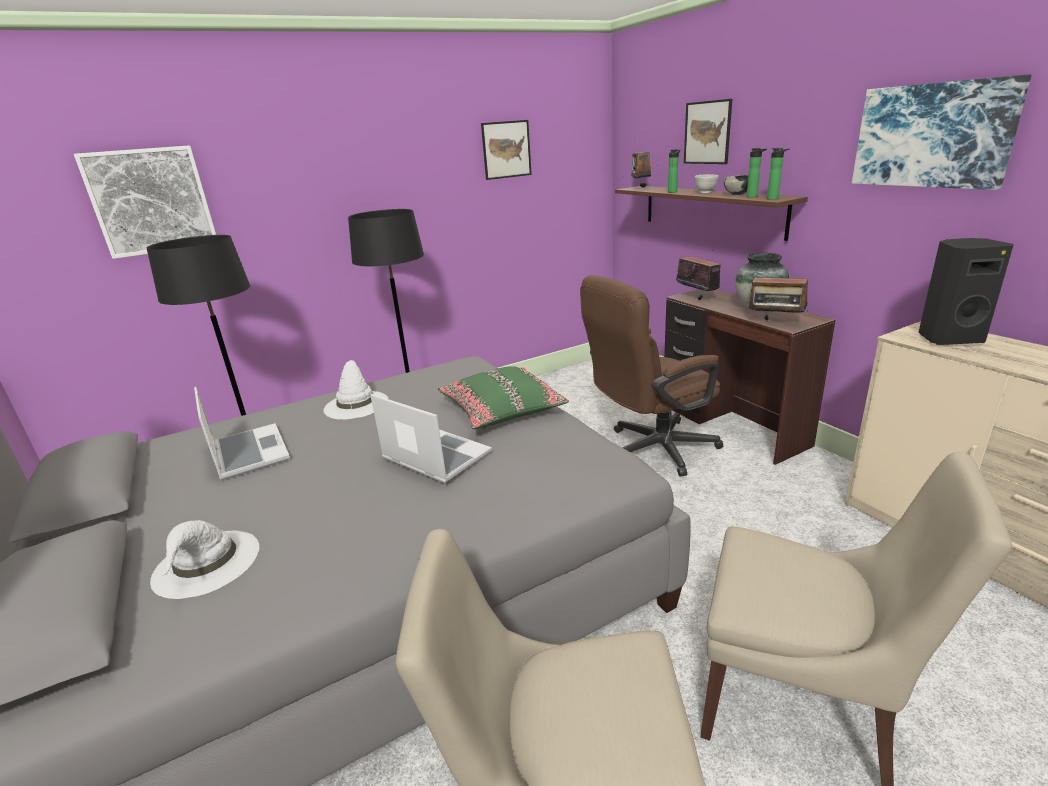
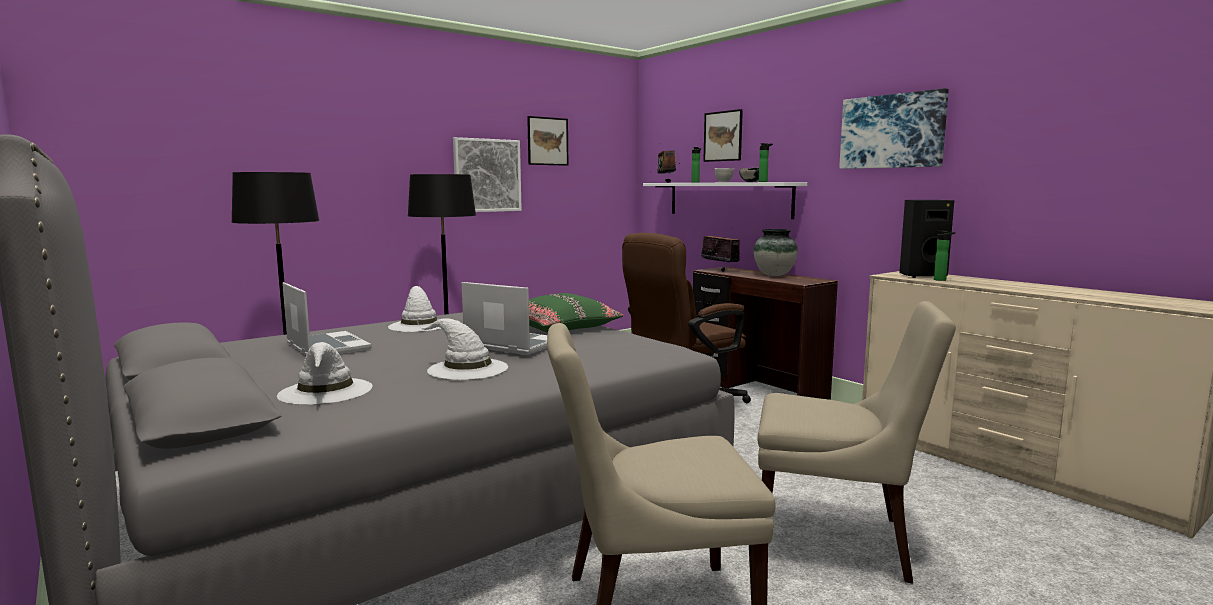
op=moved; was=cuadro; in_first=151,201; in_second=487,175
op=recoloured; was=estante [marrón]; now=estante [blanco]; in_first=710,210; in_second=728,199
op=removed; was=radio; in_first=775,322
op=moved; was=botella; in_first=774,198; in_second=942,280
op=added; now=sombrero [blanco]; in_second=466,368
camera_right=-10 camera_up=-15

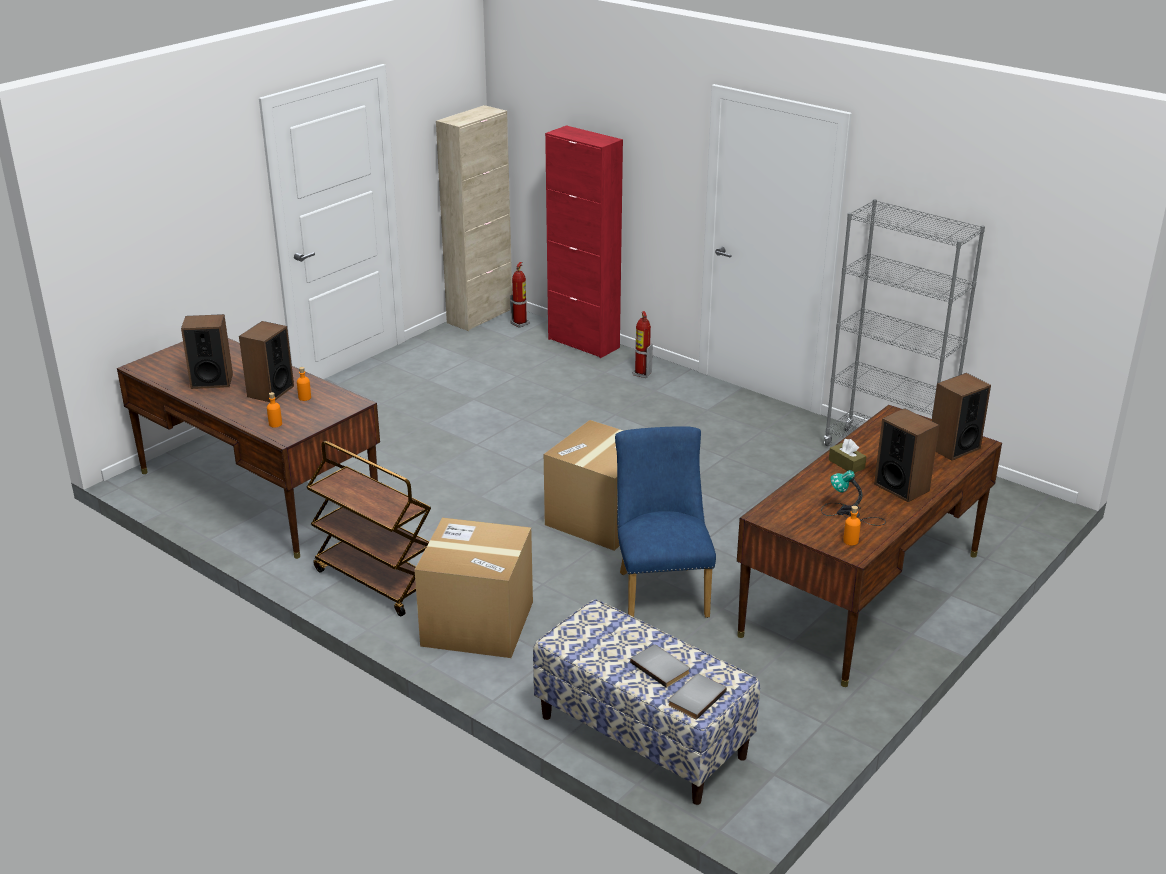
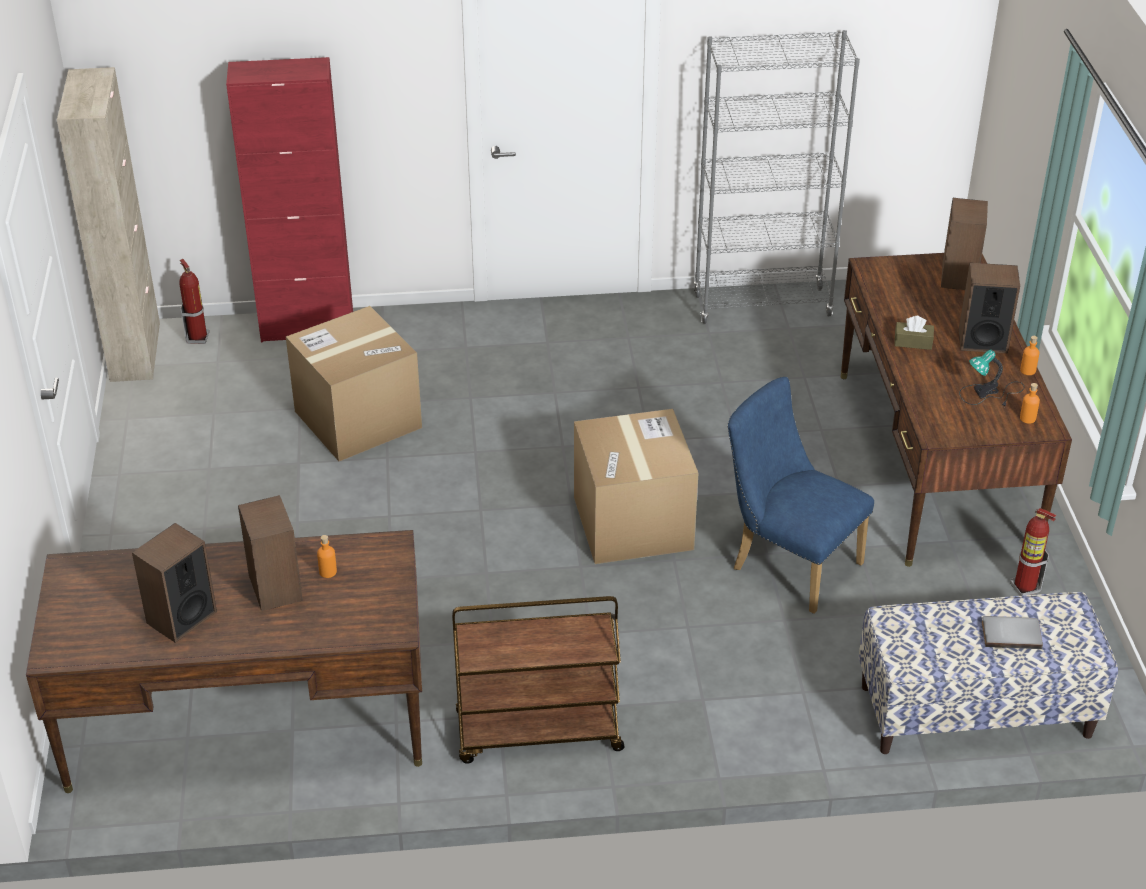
op=moved; was=botella [naranja]; in_first=275,424; in_second=1027,370
op=moved; was=caja de cartón; in_first=477,623; in_second=358,419
op=moved; was=extintor; in_first=642,374; in_second=1025,588
op=removed; was=libro [gris]; in_first=695,697
camera_right=-45 camera_up=10

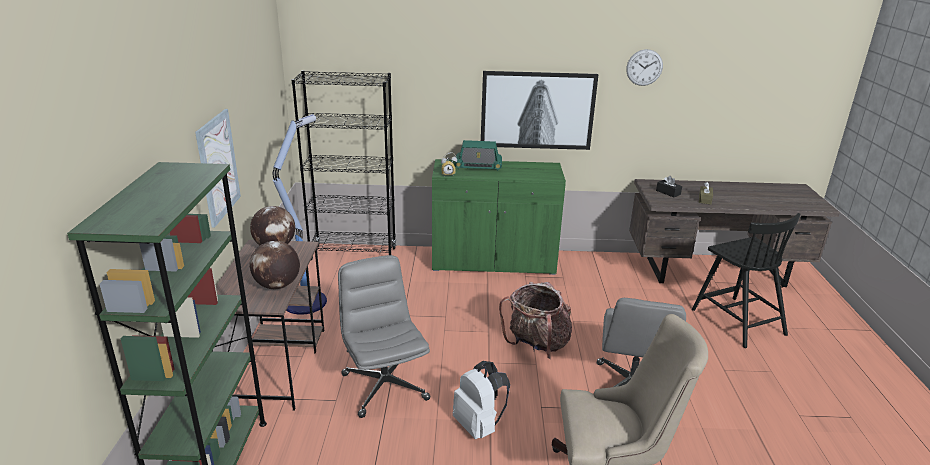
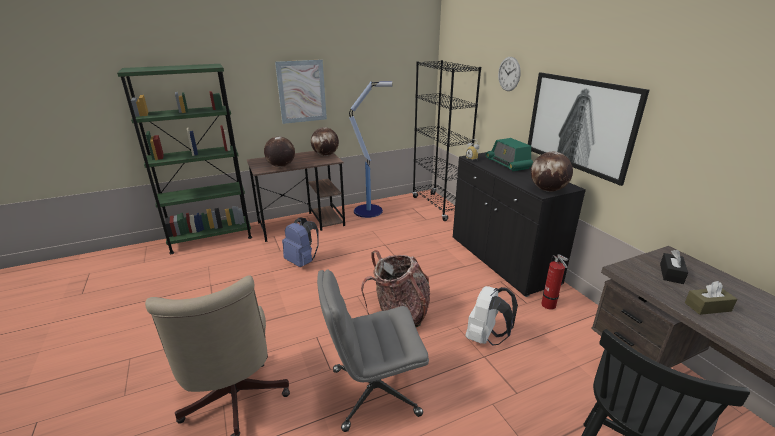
op=replaced; was=silla de oficina [gris]; now=mochila [azul]; in_first=384,386; in_second=302,262
op=recoloured; was=armario [verde]; now=armario [negro]; in_first=493,262; in_second=502,260
op=moved; was=mochila [blanco]; in_first=479,426; in_second=486,337
op=moved; was=reloj de pared; in_first=644,67; in_second=509,74
op=added; now=globo terráqueo; in_second=548,190
op=added; now=extintor; in_second=549,306
camera_right=65 camera_up=0

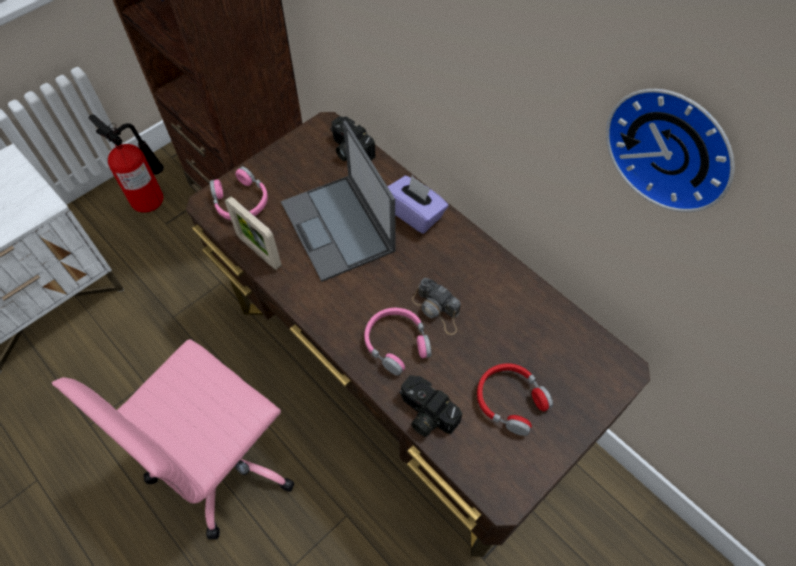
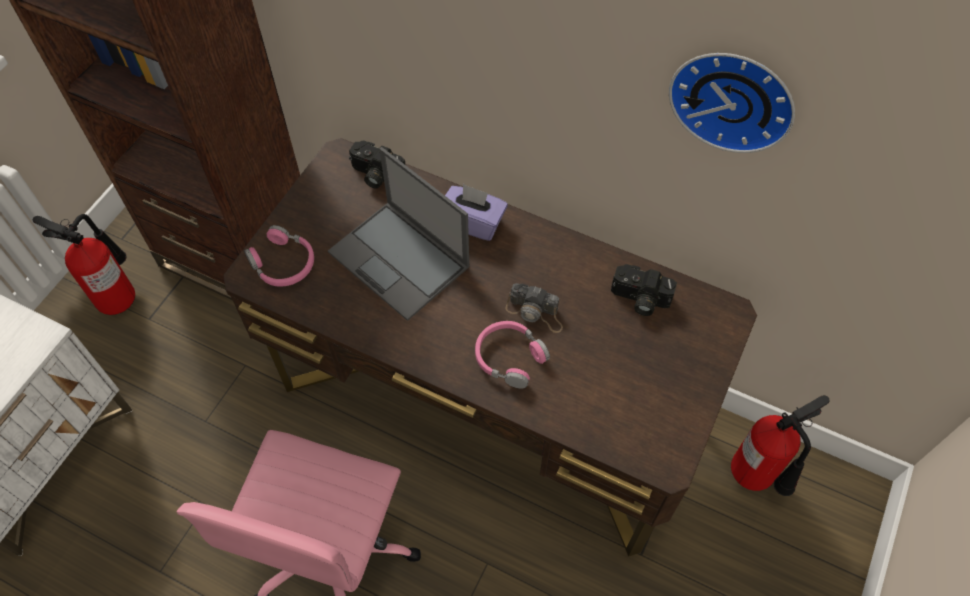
op=removed; was=portarretratos; in_first=259,251
op=moved; was=cámara; in_first=425,415; in_second=639,299
op=removed; was=auriculares [rojo]; in_first=510,400
op=added; now=extintor; in_second=757,477
camera_right=-20 camera_up=0

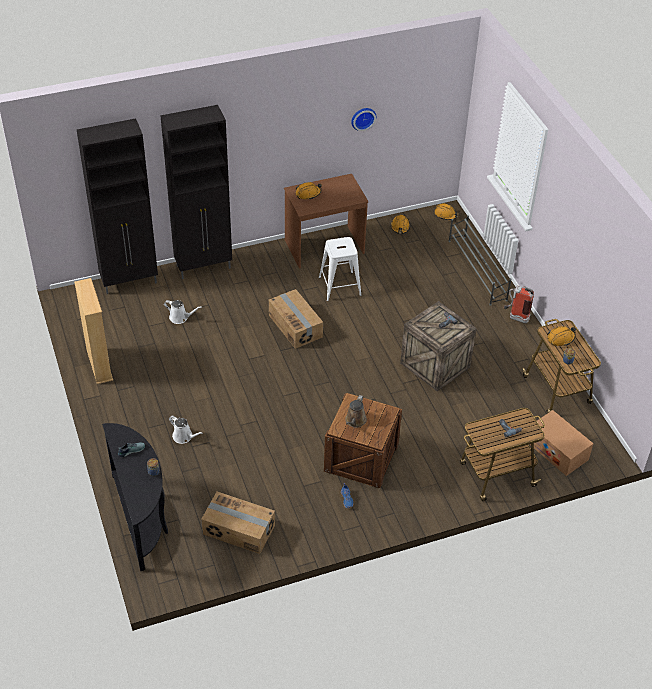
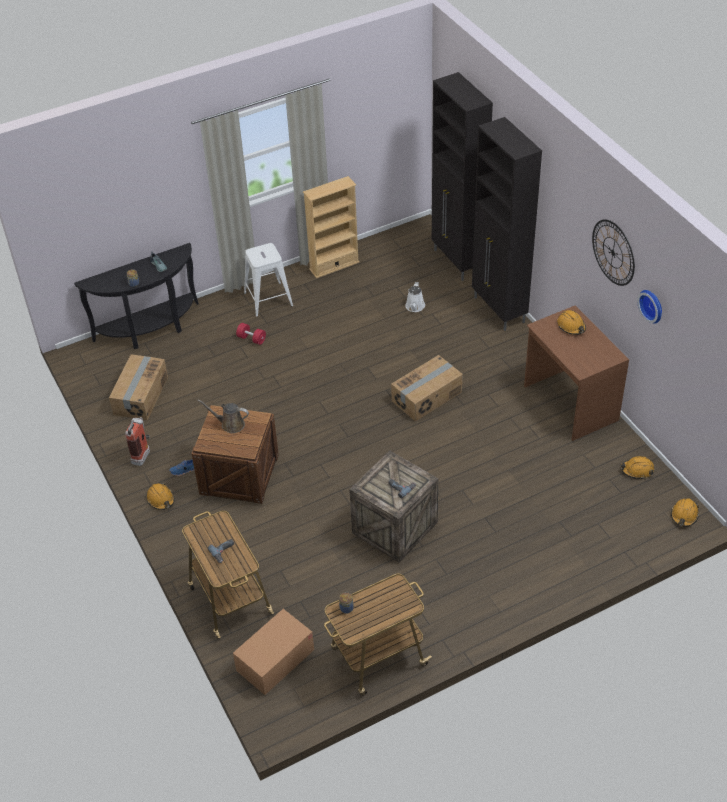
op=replaced; was=regadera [blanco]; now=mancuerna [rojo]; in_first=184,436; in_second=251,339
op=moved; was=taburete [blanco]; in_first=340,286; in_second=268,299
op=removed; was=zapatero [gris]; in_first=477,270
op=moved; was=extintor; in_first=515,317; in_second=143,454
op=moved; was=casco [naranja]; in_first=560,338; in_second=161,499
op=added; now=reloj de pared; in_second=613,252
camera_right=85 camera_up=0

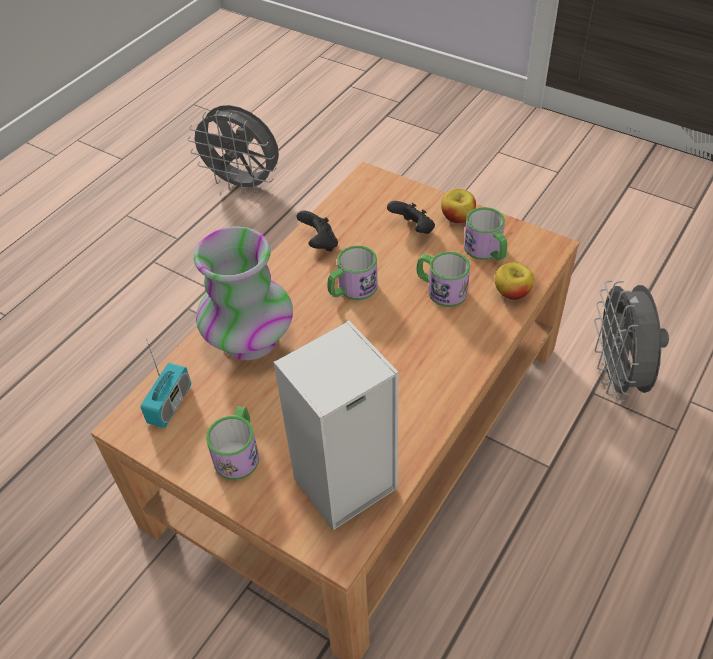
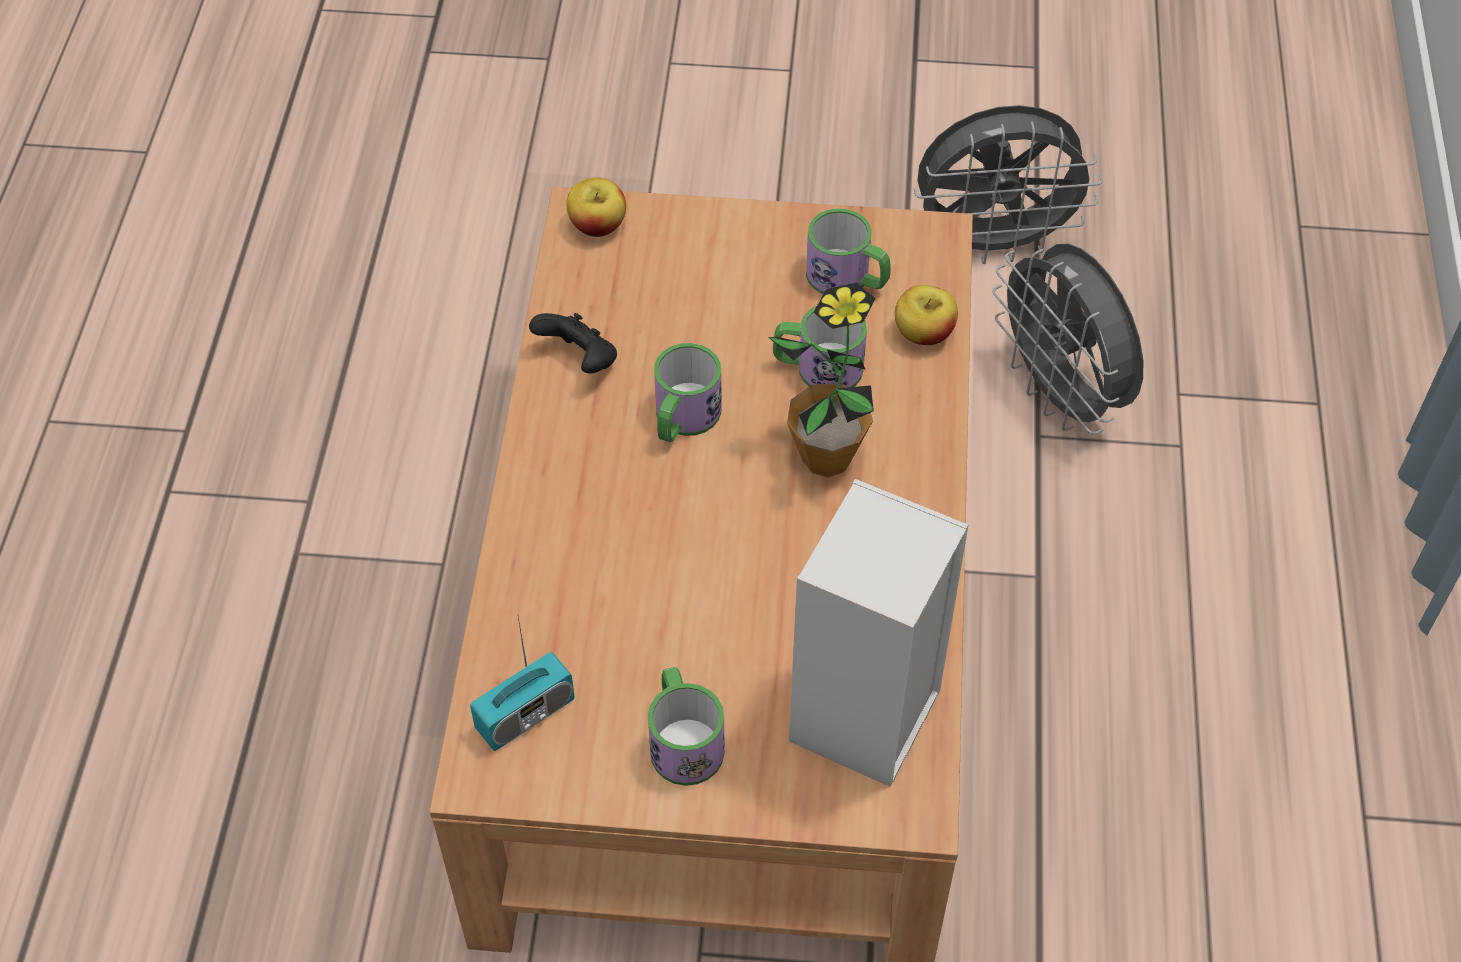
op=turned; was=radio; in_first=170,404; in_second=525,715; clockwise=60
op=moved; was=ventilador [gris]; in_first=243,184; in_second=993,243
op=removed; was=florero; in_first=249,339
op=removed; was=mando de consola [negro]; in_first=413,229
op=moved; was=manzana; in_first=457,217; in_second=598,225
op=added; now=planta en maceta; in_second=827,456
camera_right=-30 camera_up=5

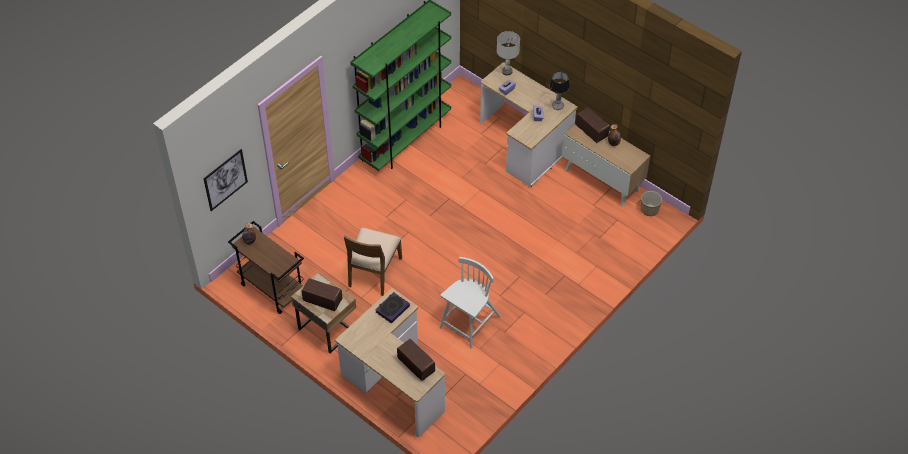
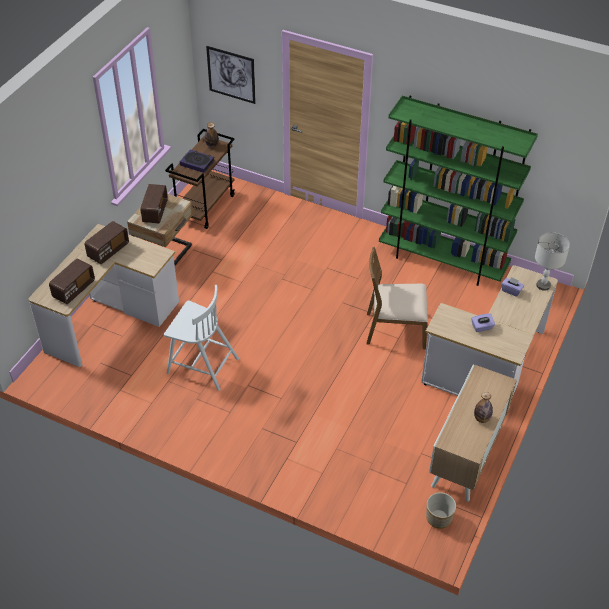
op=moved; was=silla [marrón]; in_first=374,272; in_second=395,329
op=moved; was=libro; in_first=392,309; in_second=197,163
op=removed; was=lámpara de mesa; in_first=557,106
op=moved; was=radio; in_first=591,131; in_second=108,251
camera_right=75 camera_up=-5

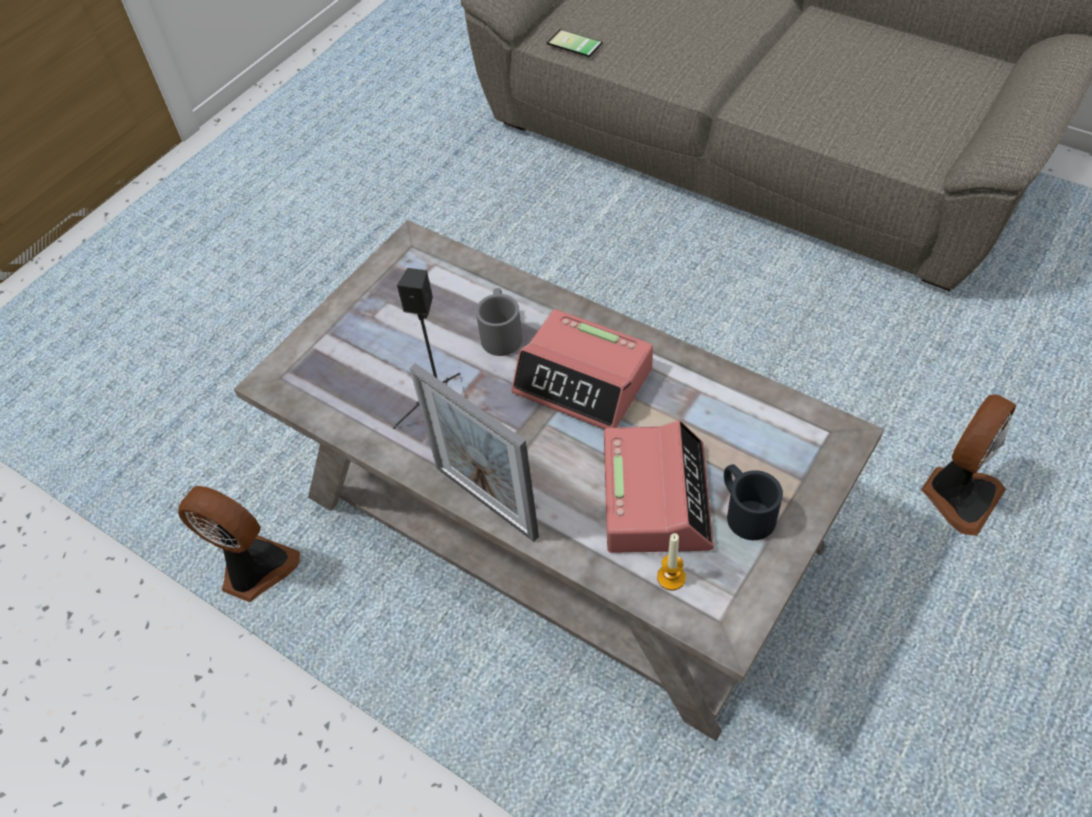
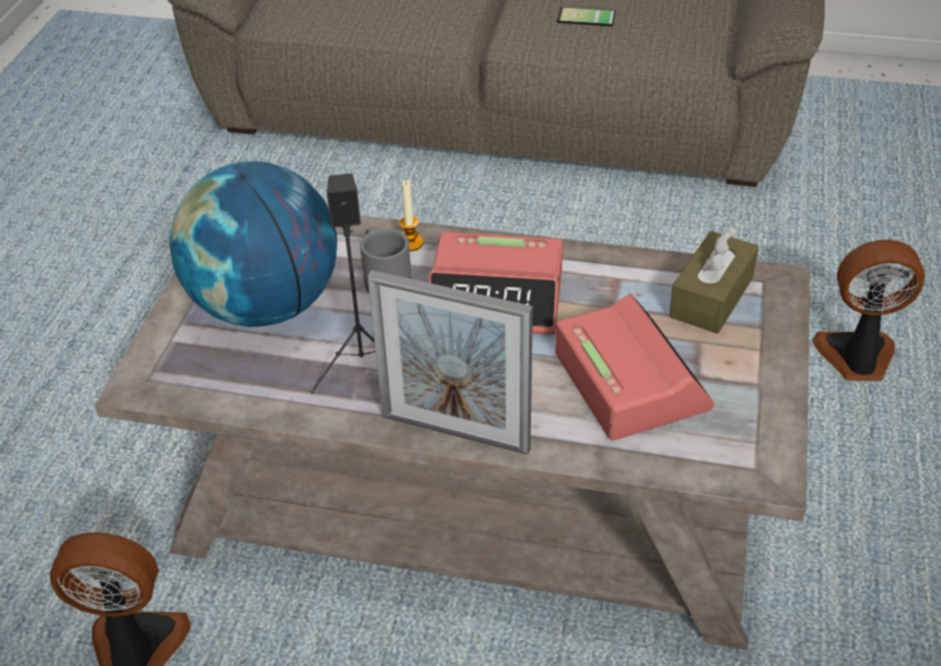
op=moved; was=móvil; in_first=573,45; in_second=586,19
op=moved; was=vela; in_first=671,577; in_second=410,243
op=removed; was=taza grande [negro]; in_first=744,510
op=turned; was=ventilador; in_first=958,496; in_second=856,358; clockwise=-105
op=added; now=globo terráqueo; in_second=266,306
op=added; now=caja de pañuelos [marrón]; in_second=711,297
camera_right=-25 camera_up=-10

